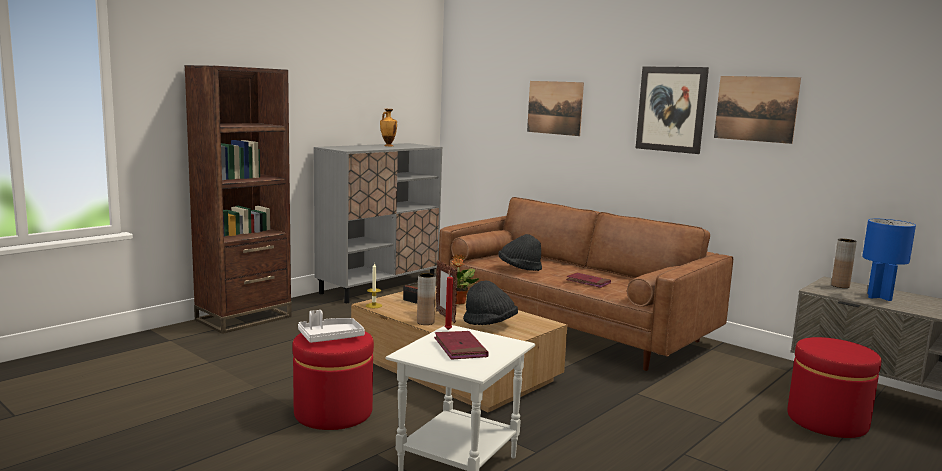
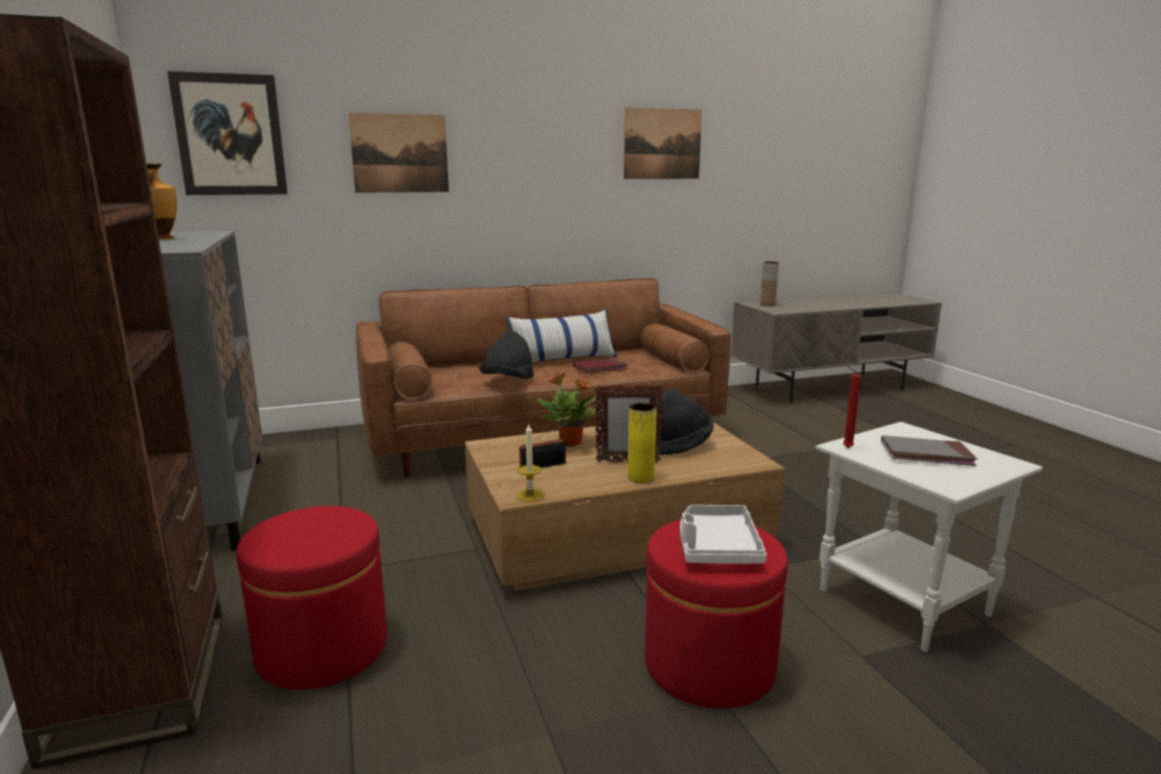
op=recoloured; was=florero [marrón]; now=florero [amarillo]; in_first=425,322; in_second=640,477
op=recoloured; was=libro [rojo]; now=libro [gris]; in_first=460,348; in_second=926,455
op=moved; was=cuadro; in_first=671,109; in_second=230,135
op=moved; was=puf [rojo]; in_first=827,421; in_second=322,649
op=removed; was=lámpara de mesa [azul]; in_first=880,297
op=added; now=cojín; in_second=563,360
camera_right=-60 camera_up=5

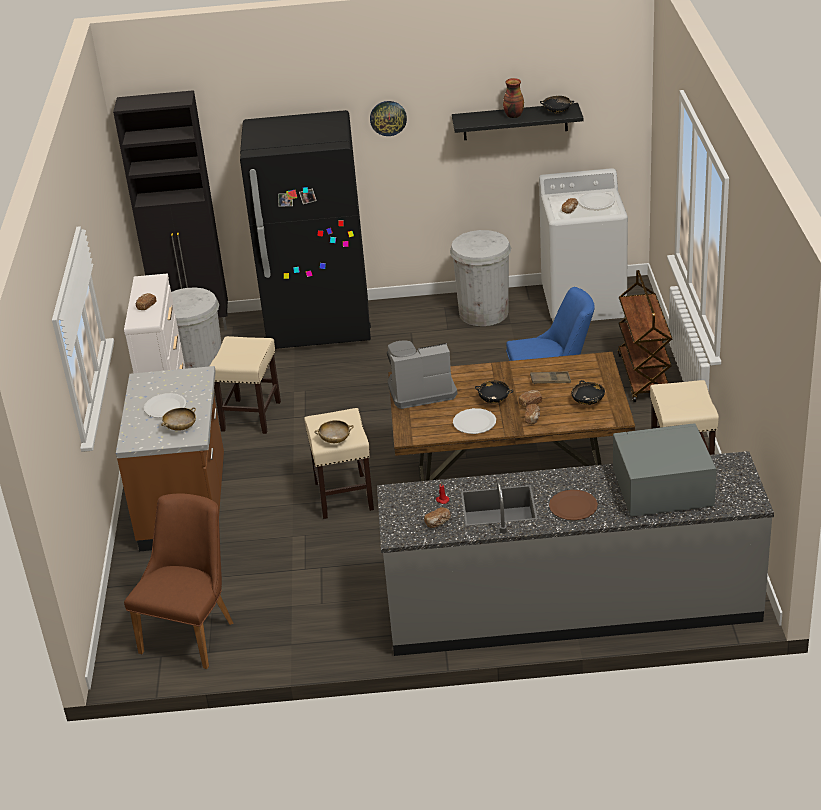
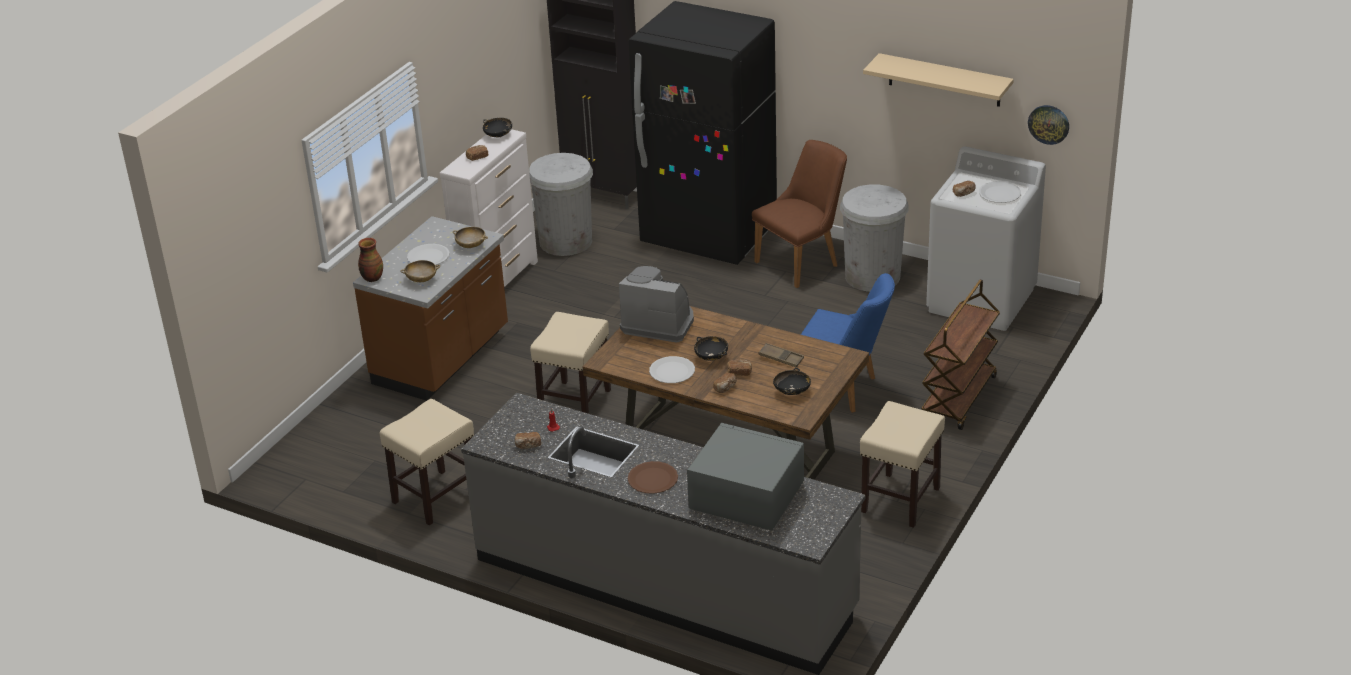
op=moved; was=silla [marrón]; in_first=193,631; in_second=803,261
op=moved; was=taburete [beis]; in_first=251,415; in_second=436,496
op=moved; was=cuenco [beis]; in_first=335,440; in_second=471,245
op=moved; was=reloj de pared; in_first=388,118; in_second=1048,124
op=recoloured; was=estante [negro]; now=estante [beis]; in_first=515,121; in_second=944,80
op=moved; was=florero; in_first=513,115; in_second=372,278
op=moved; was=cuenco [negro]; in_first=557,112; in_second=498,135
camera_right=30 camera_up=0

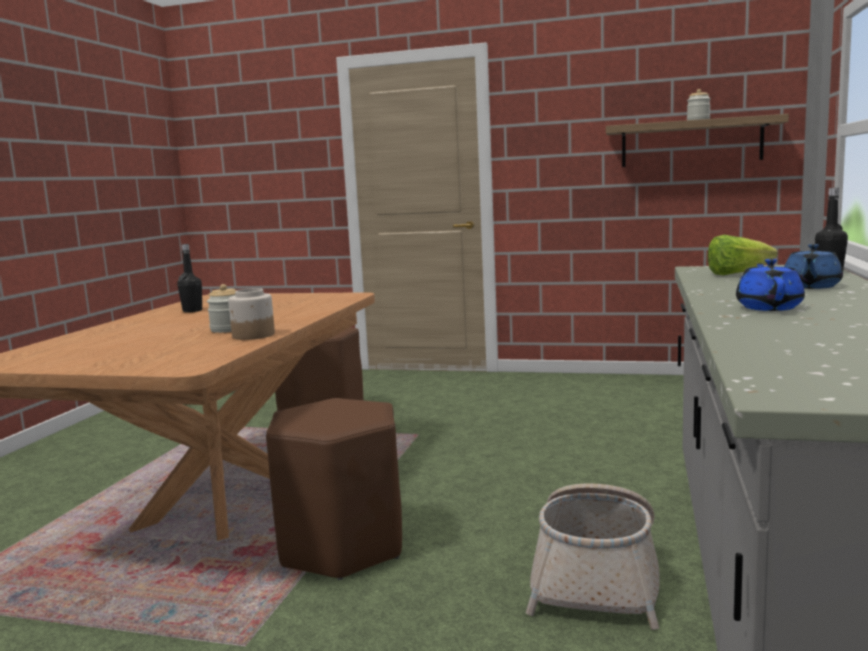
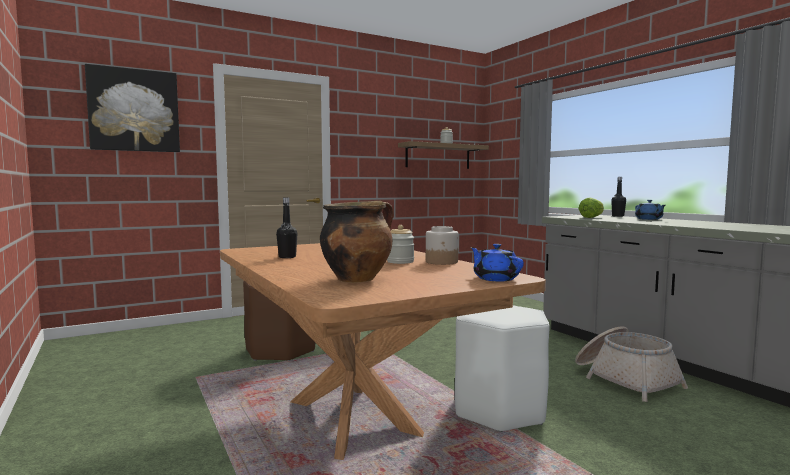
op=recoloured; was=taburete [marrón]; now=taburete [blanco]; in_first=342,547; in_second=499,410
op=moved; was=tetera [azul]; in_first=769,307; in_second=495,278
op=added; now=cuadro; in_second=134,110
op=added; now=olla; in_second=357,279
camera_right=-45 camera_up=-5

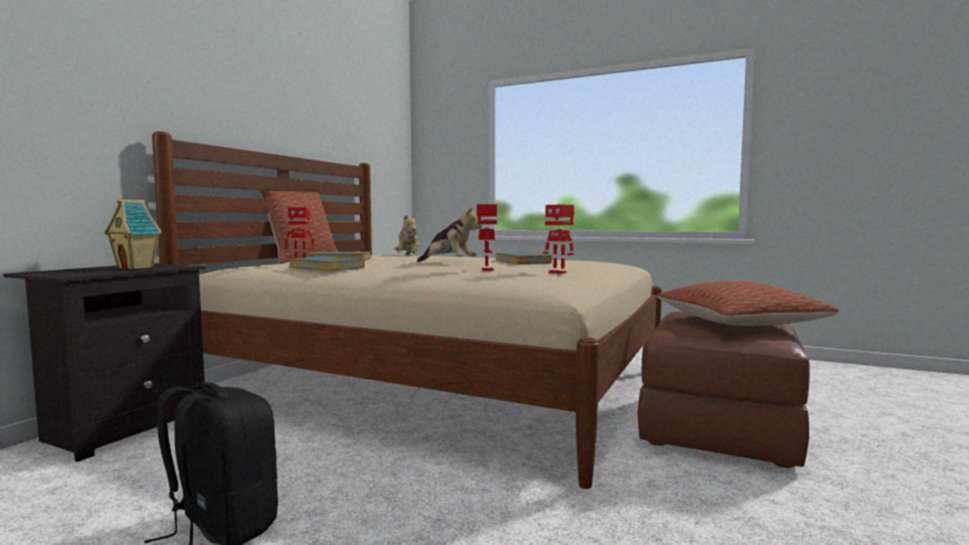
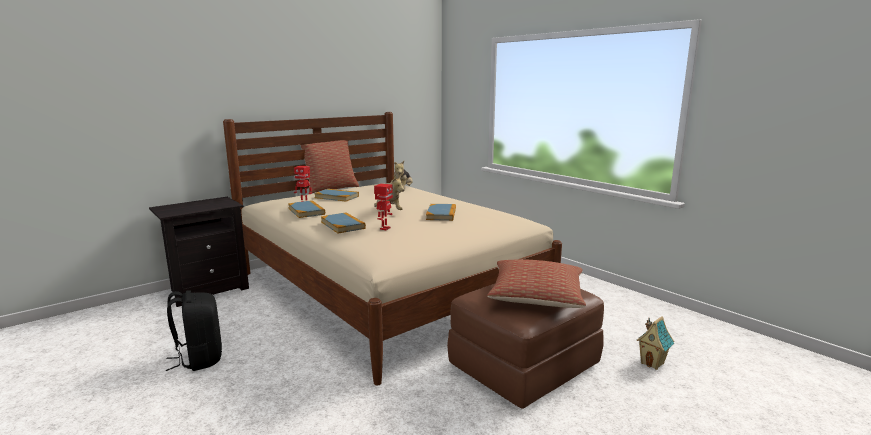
op=moved; was=casita; in_first=136,268; in_second=652,363
op=removed; was=robot de juguete; in_first=558,272
op=added; now=libro; in_second=342,225
camera_right=25 camera_up=10

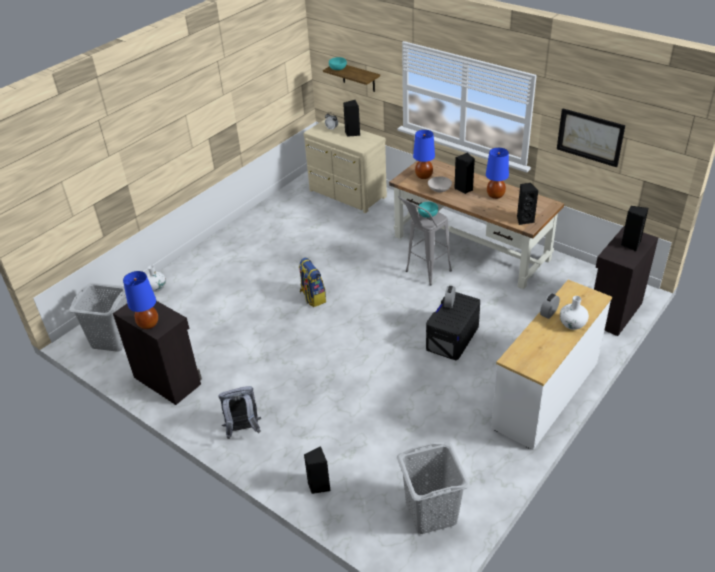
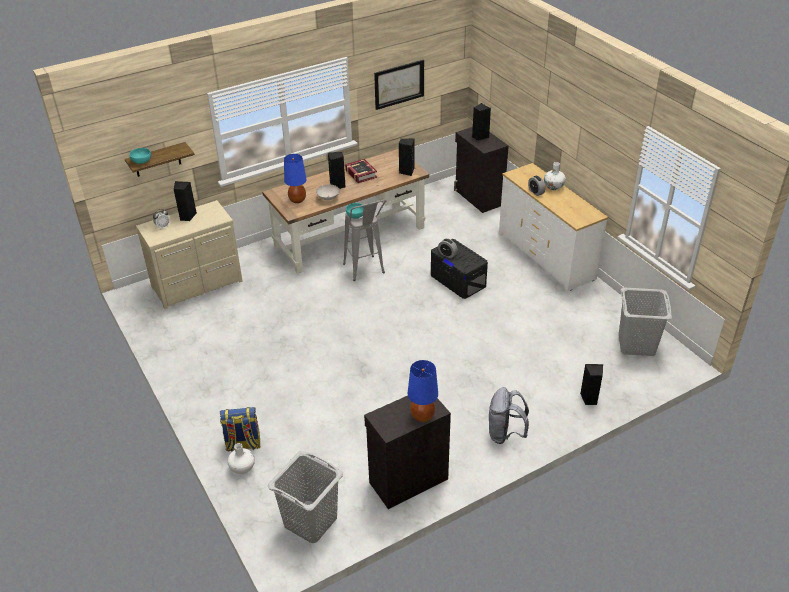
op=moved; was=mochila; in_first=312,297; in_second=243,444
op=replaced; was=lámpara de mesa [azul]; now=libro; in_first=495,195; in_second=360,174
camera_right=-70 camera_up=0

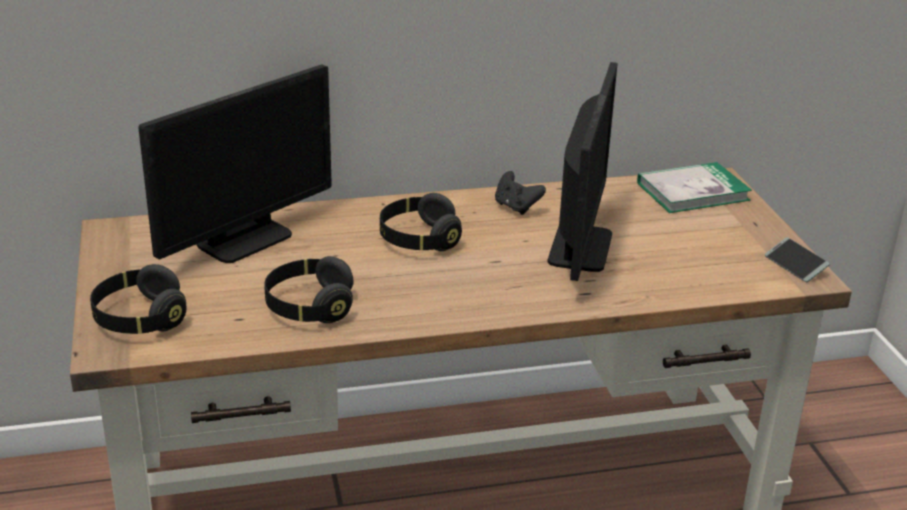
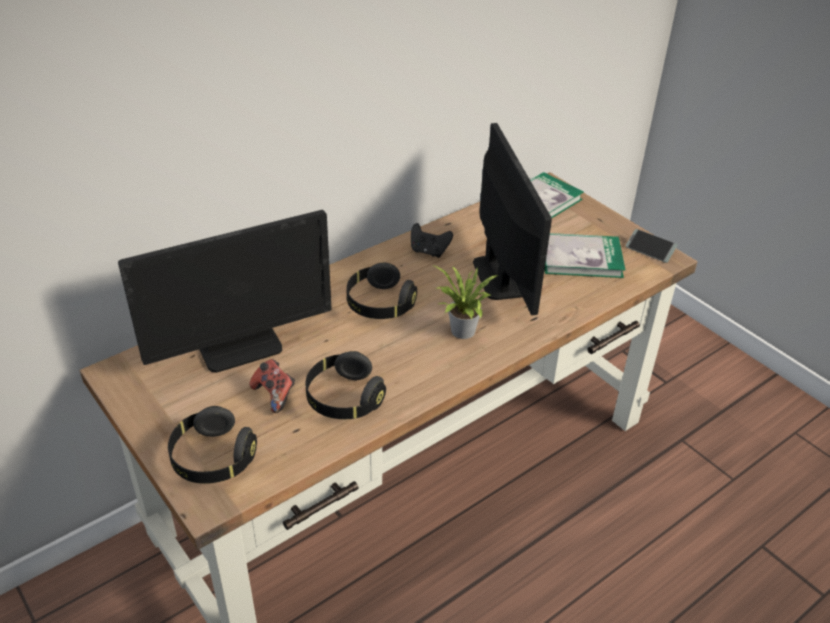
op=turned; was=monitor; in_first=244,239; in_second=240,347; clockwise=45
op=added; now=mando de consola; in_second=274,395
op=added; now=planta en maceta; in_second=461,333
op=added; now=libro; in_second=581,258
camera_right=-25 camera_up=10

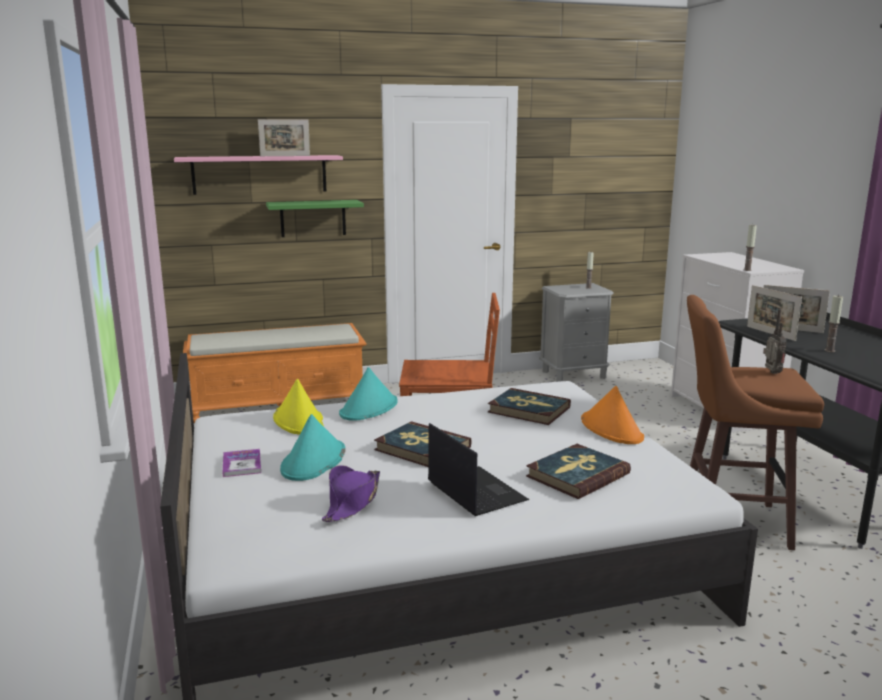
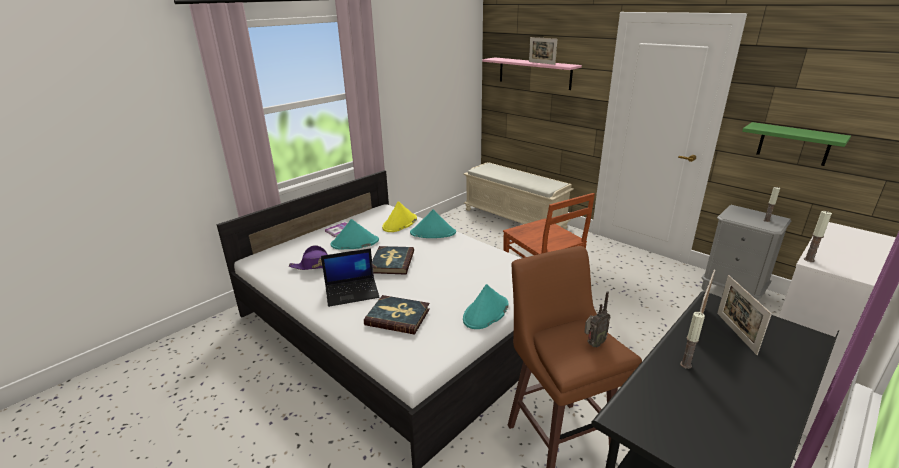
op=recoloured; was=banco [naranja]; now=banco [beis]; in_first=280,404; in_second=515,218
op=moved; was=estante [verde]; in_first=313,218; in_second=793,144
op=turned; was=portátil; in_first=474,491; in_second=352,292; clockwise=45
op=removed; was=libro; in_first=528,410
op=recoloured; was=sombrero [naranja]; now=sombrero [turquesa]; in_first=612,429; in_second=485,312
camera_right=60 camera_up=10

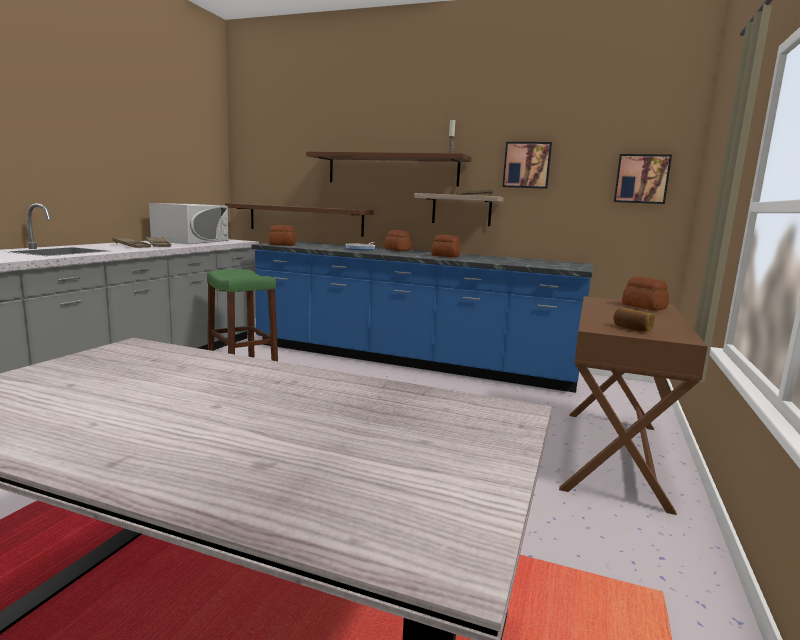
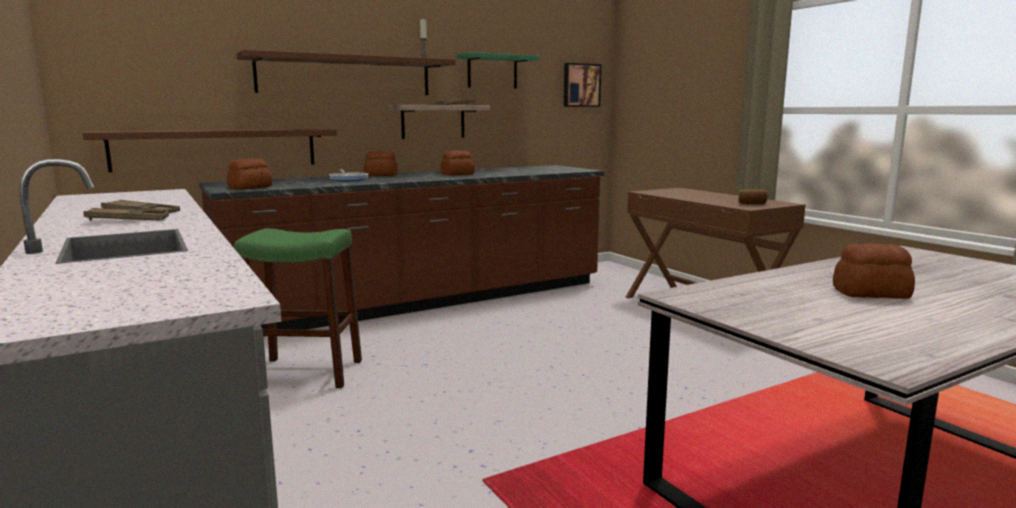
op=removed; was=microondas [blanco]; in_first=191,241
op=recoloured; was=mueble bajo de cocina [azul]; now=mueble bajo de cocina [marrón]; in_first=410,360; in_second=423,301
op=replaced; was=cuadro; now=estante [verde]; in_first=527,165; in_second=492,72
op=moved; was=pan; in_first=643,307; in_second=872,294
camera_right=-50 camera_up=0

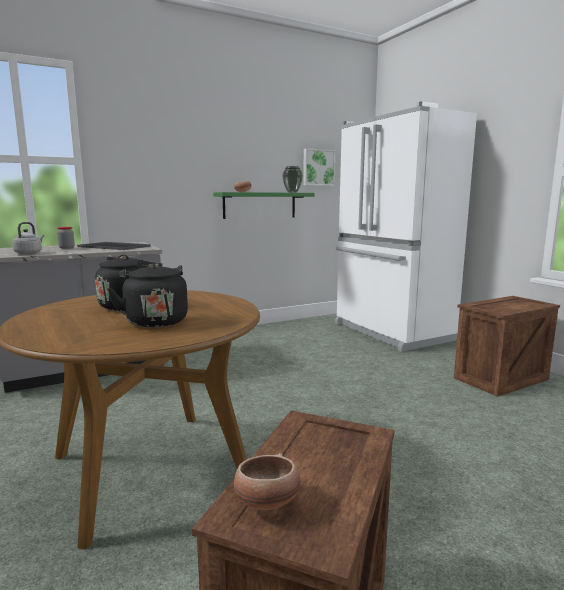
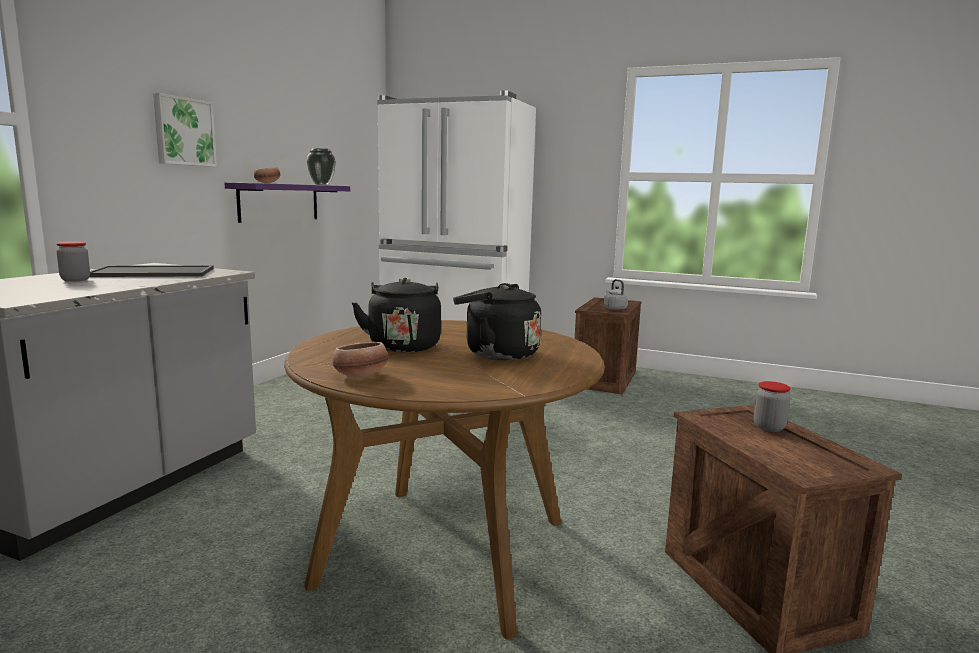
op=moved; was=hervidor [gris]; in_first=29,253; in_second=614,308
op=recoloured; was=estante [verde]; now=estante [morado]; in_first=259,205; in_second=279,202
op=moved; was=cuenco; in_first=266,502; in_second=361,376
op=moved; was=cuadro; in_first=318,167; in_second=183,131
op=added; now=tarro; in_second=769,427
camera_right=-40 camera_up=0

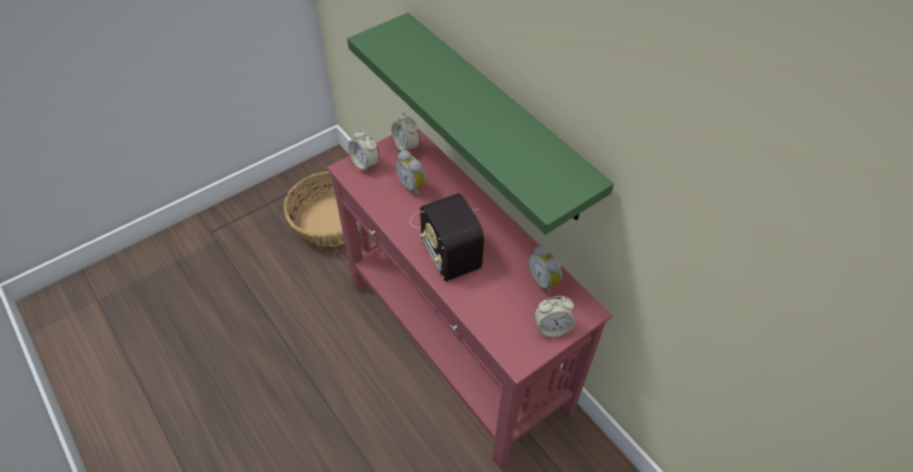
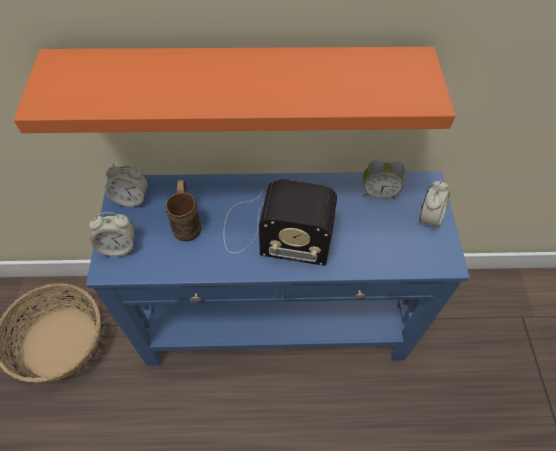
op=recoloured; was=mesa consola [rojo]; now=mesa consola [azul]; in_first=456,346; in_second=277,321
op=recoloured; was=estante [verde]; now=estante [naranja]; in_first=497,117; in_second=241,85
op=replaced; was=despertador; now=taza grande [marrón]; in_first=413,186; in_second=187,223
camera_right=-55 camera_up=5

